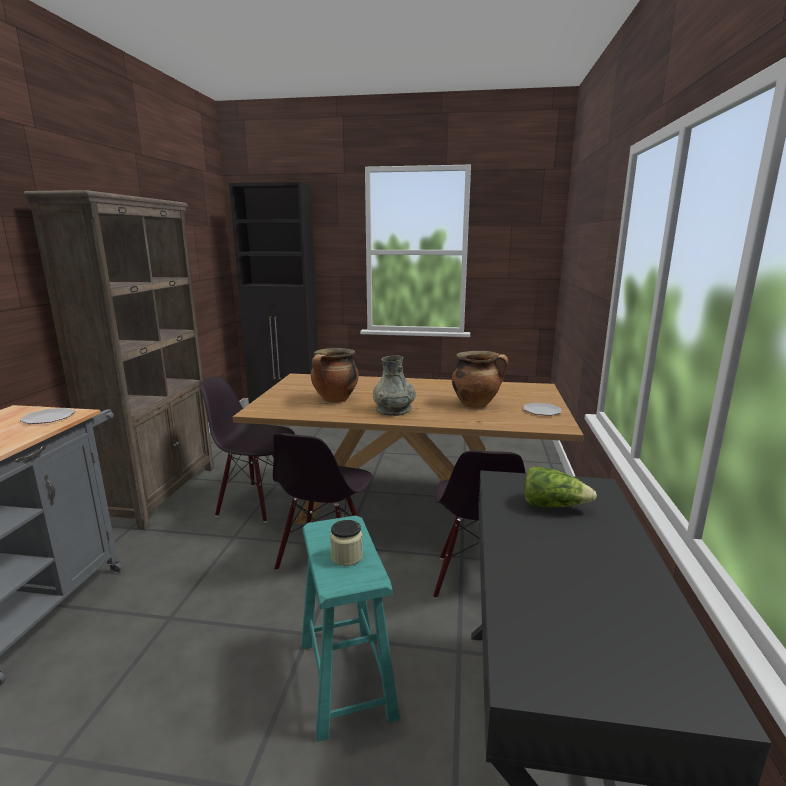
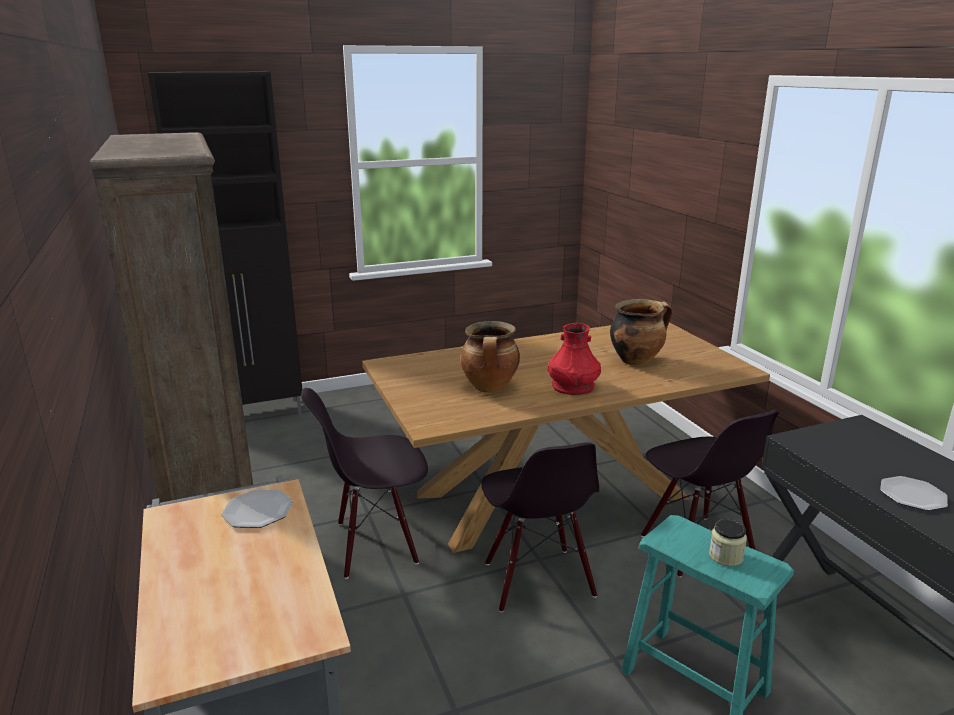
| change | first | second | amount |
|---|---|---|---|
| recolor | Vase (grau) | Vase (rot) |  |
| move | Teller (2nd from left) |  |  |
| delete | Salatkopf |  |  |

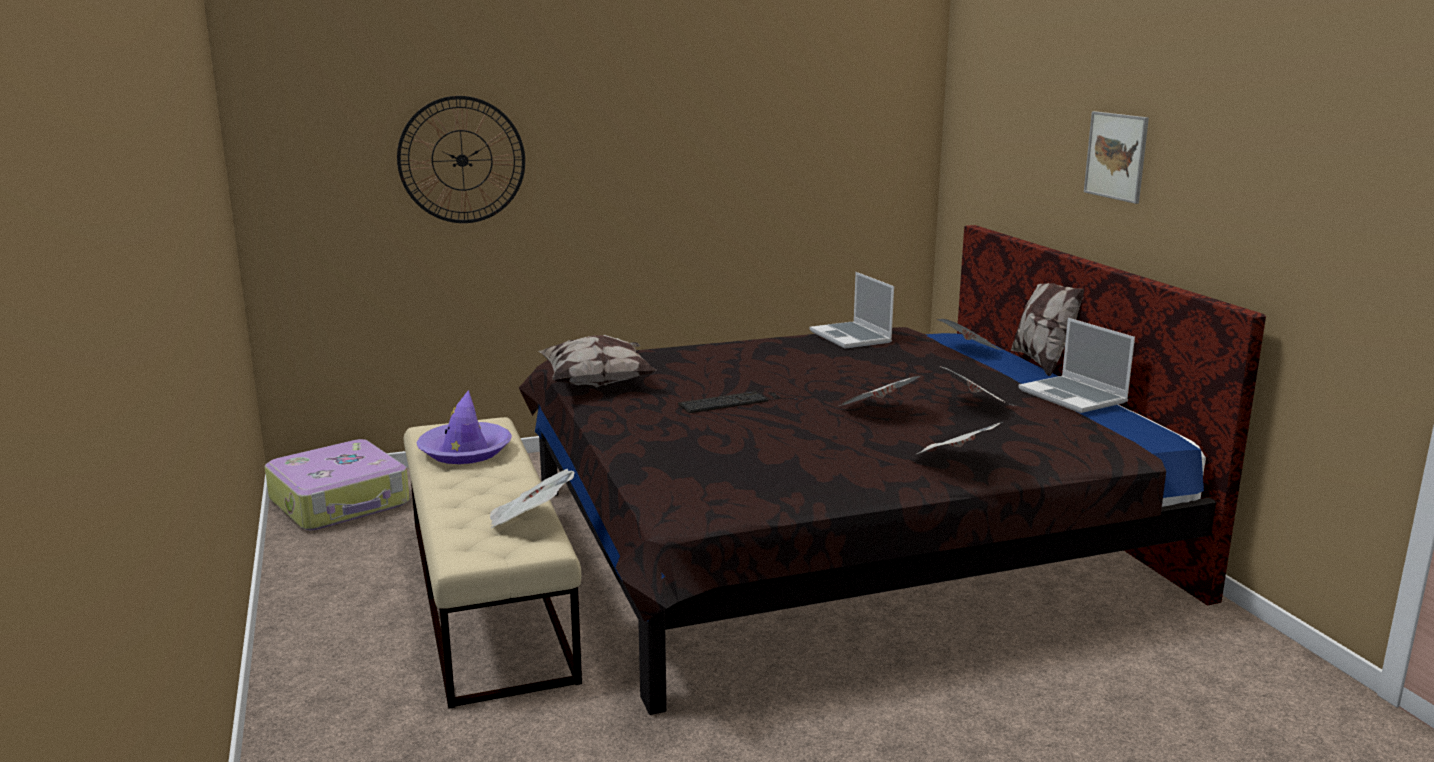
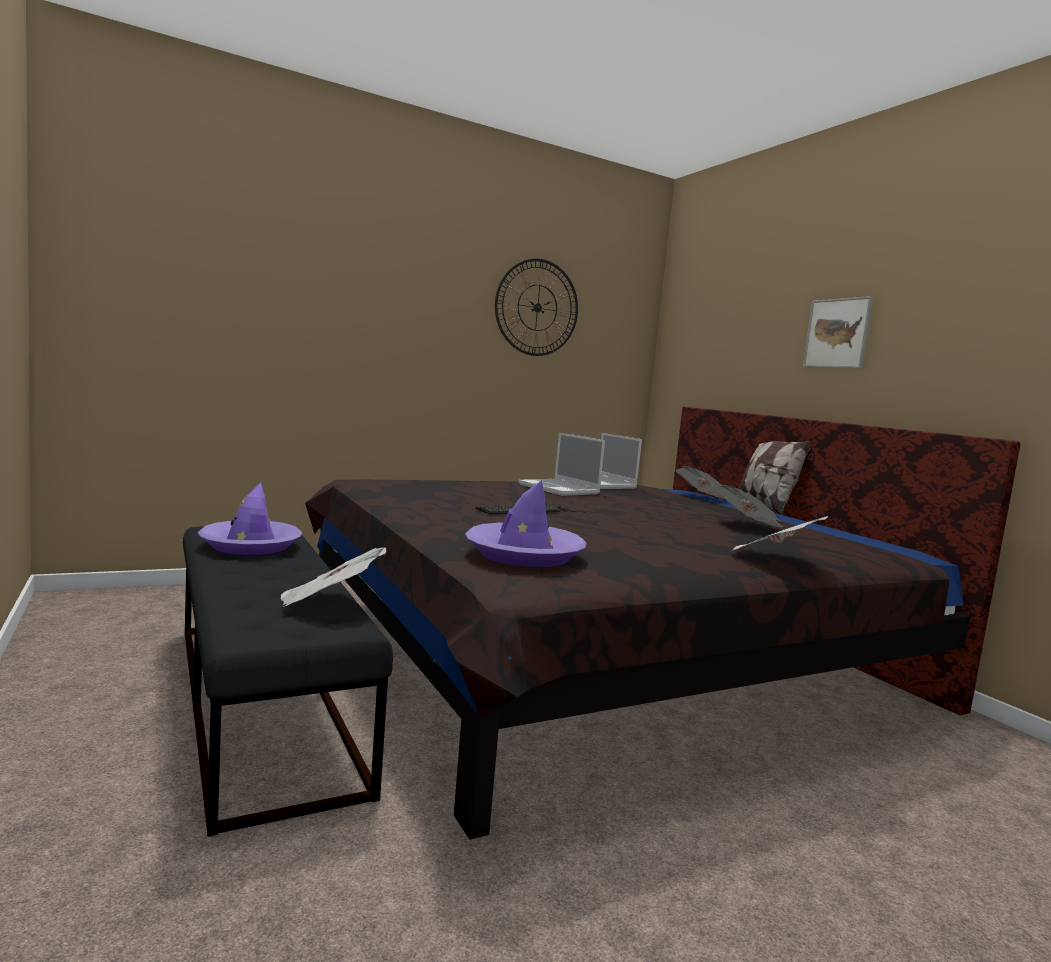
| change | first | second | amount |
|---|---|---|---|
| recolor | Bank (beige) | Bank (schwarz) |  |
| insert |  | Hut (lila) (2nd from left) |  |
| move | Wanduhr |  |  |
| move | Laptop (2nd from left in the first image) | Laptop (1st from left) |  |
| delete | Koffer |  |  |
| delete | Kissen (1st from left) |  |  |
| delete | Zeitung (2nd from left) |  |  |

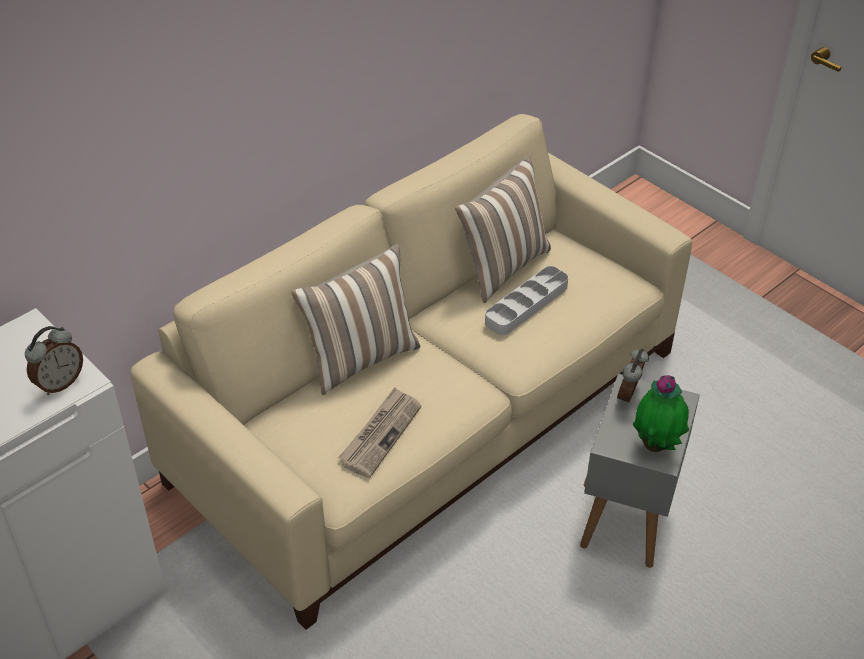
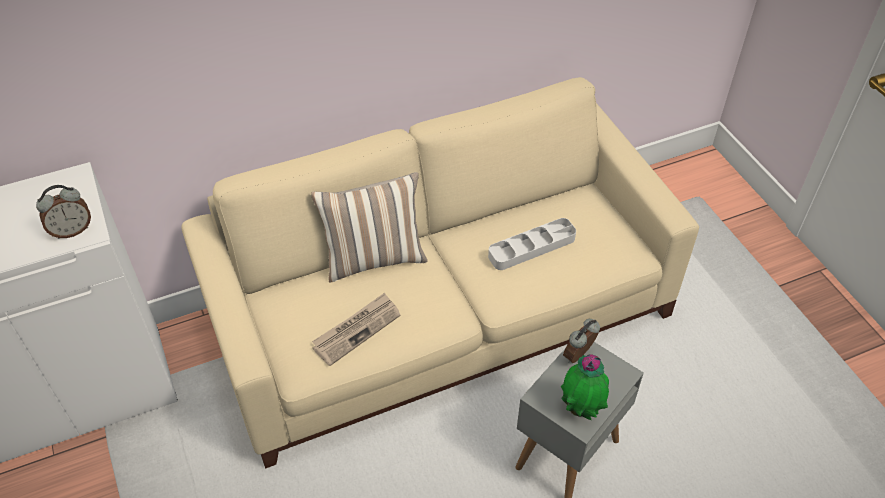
| change | first | second | amount |
|---|---|---|---|
| delete | Kissen (2nd from left) |  |  |

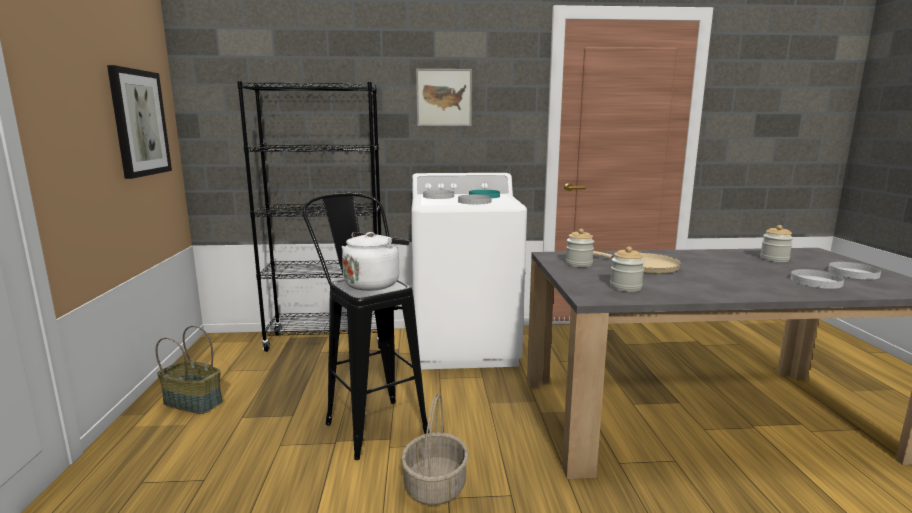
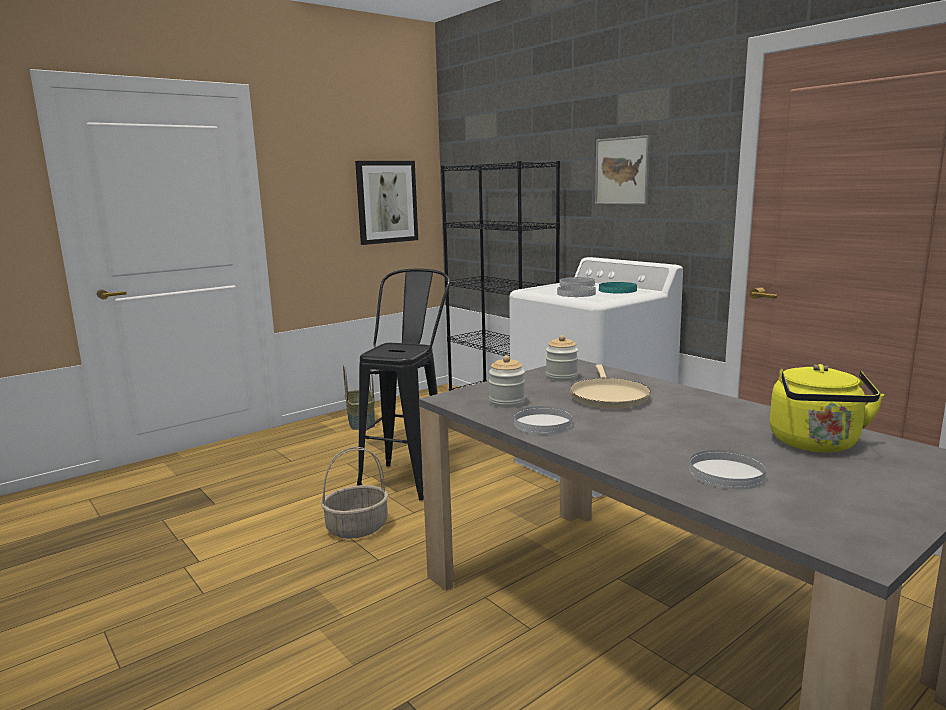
| change | first | second | amount |
|---|---|---|---|
| move | Teller (weiß) (4th from left in the first image) | Teller (weiß) (1st from left) |  |
| replace | Vorratsglas (3rd from left) | Wasserkessel (gelb) |  |
| delete | Wasserkessel (weiß) |  |  |

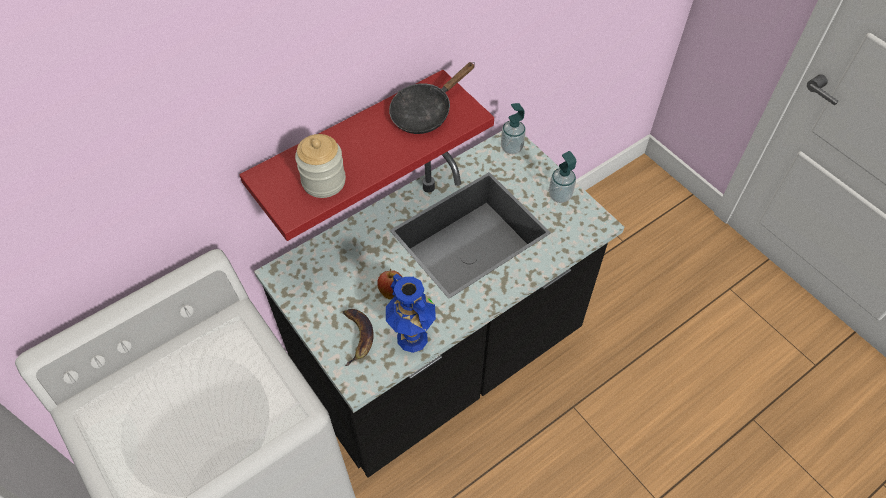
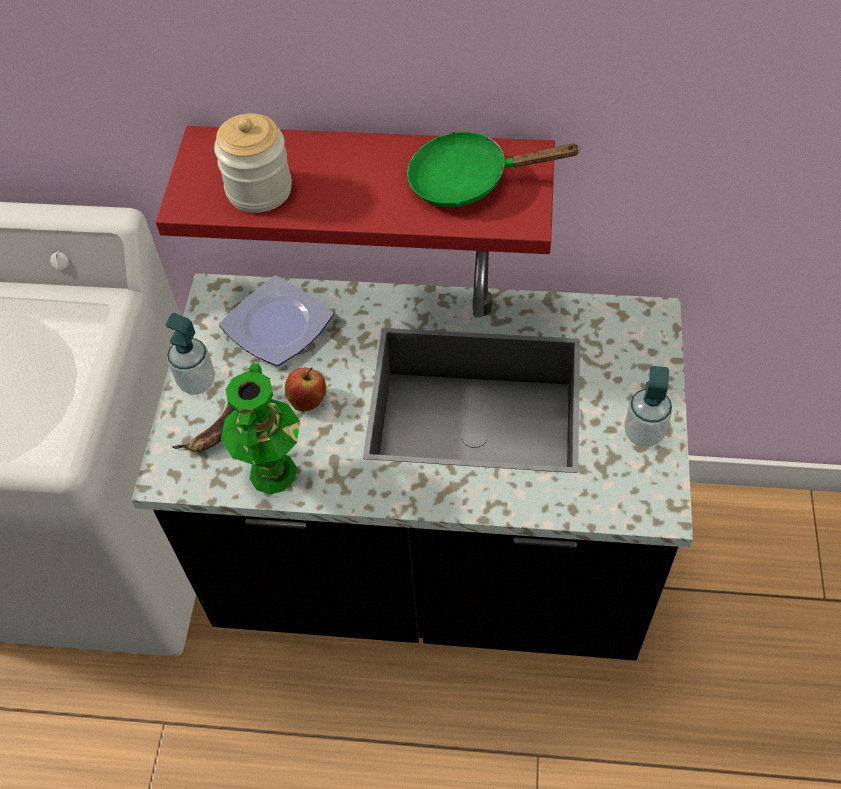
| change | first | second | amount |
|---|---|---|---|
| move | Seifenspender (1st from left) |  |  |
| insert |  | Teller |  |
| recolor | Vase (blau) | Vase (grün) |  |
| recolor | Pfanne (schwarz) | Pfanne (grün) |  |

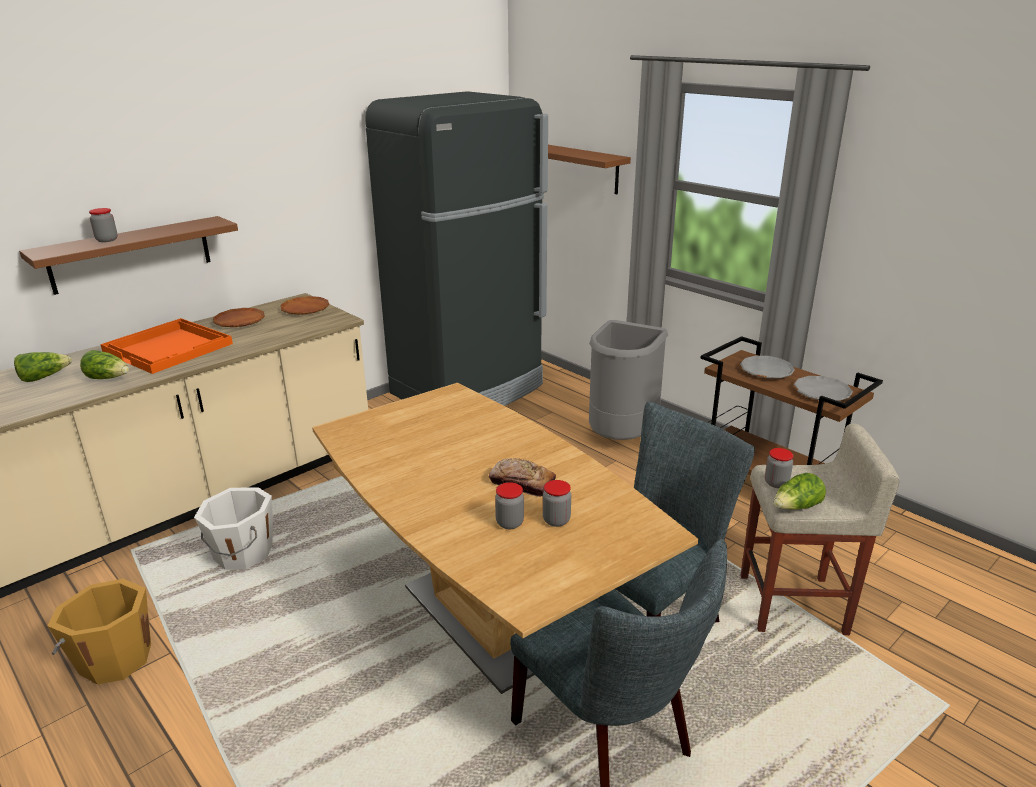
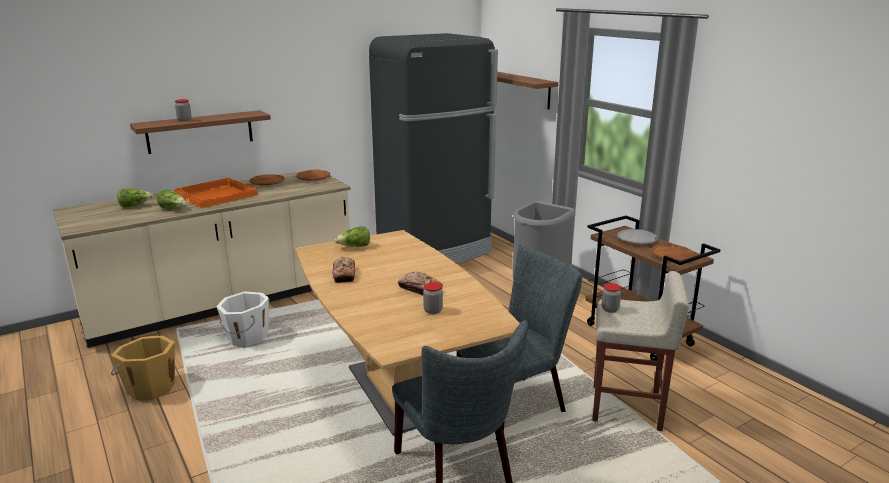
| change | first | second | amount |
|---|---|---|---|
| insert |  | Brot (1st from left) |  |
| move | Salatkopf (3rd from left) |  |  |
| recolor | Teller (grau) (2nd from left) | Teller (braun) (3rd from left) |  |
| delete | Vorratsglas (2nd from left) |  |  |

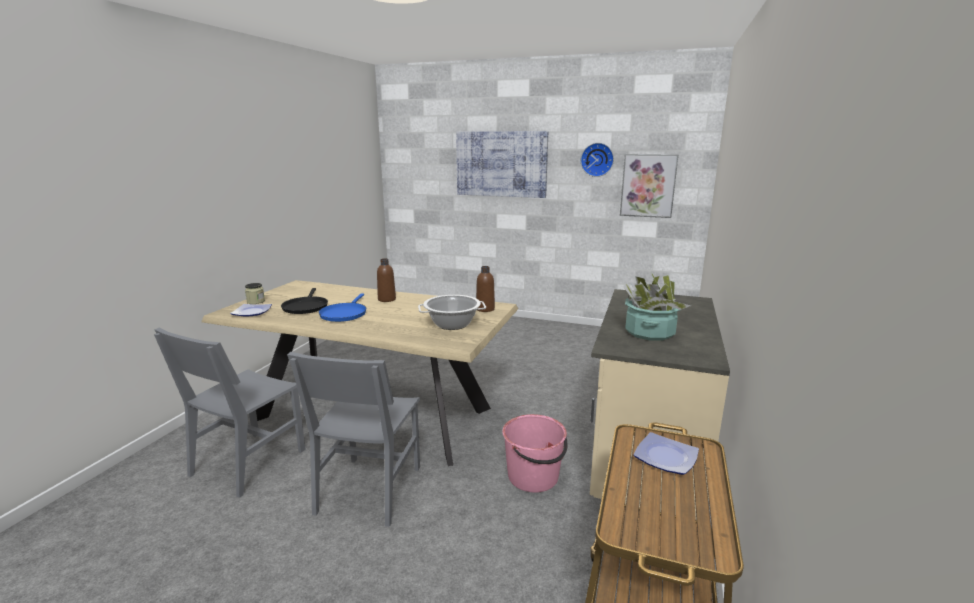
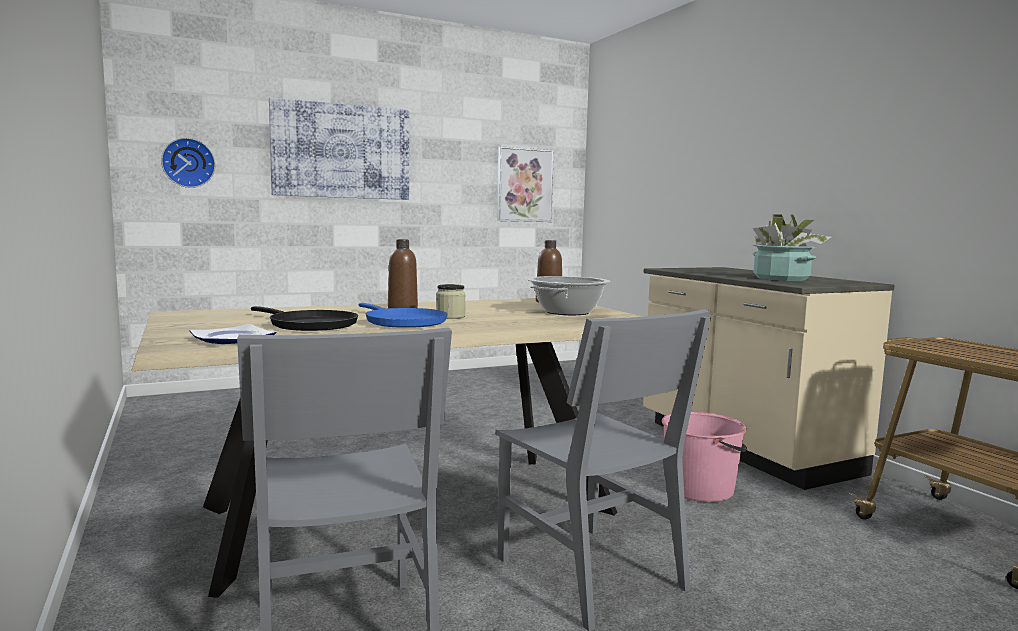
| change | first | second | amount |
|---|---|---|---|
| move | Wanduhr |  |  |
| move | Vorratsglas |  |  |
| delete | Teller (2nd from left) |  |  |

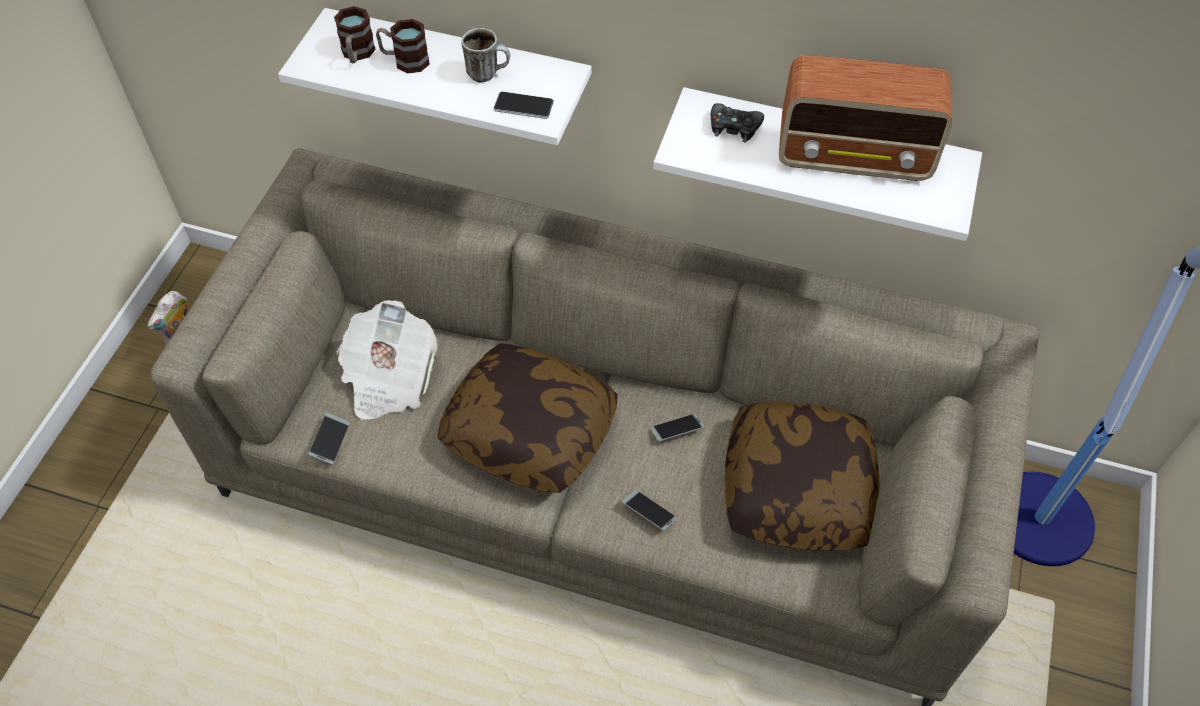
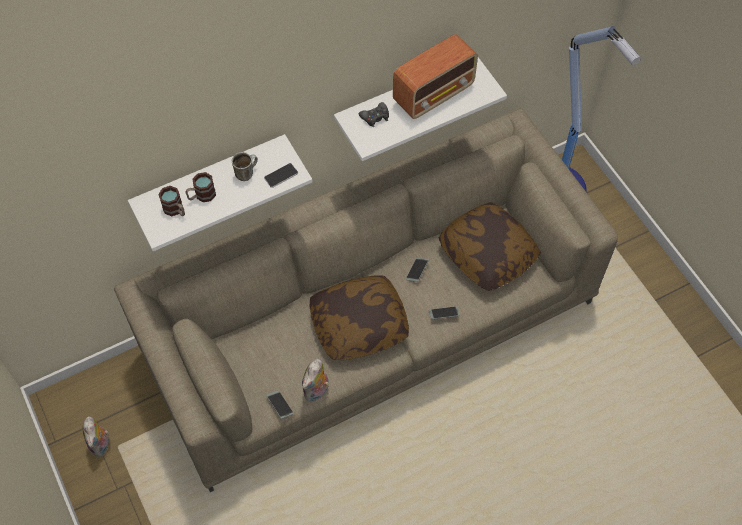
| change | first | second | amount |
|---|---|---|---|
| insert |  | Plüschtier (2nd from left) |  |
| delete | Zeitung |  |  |

